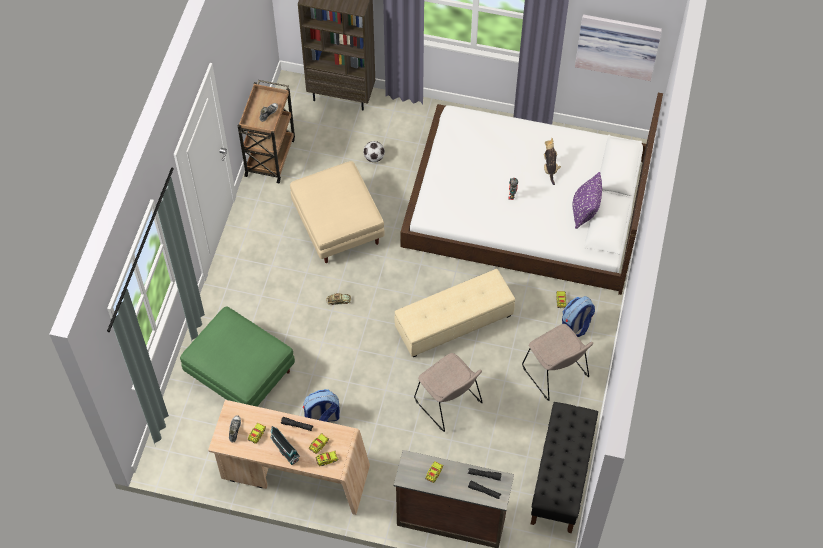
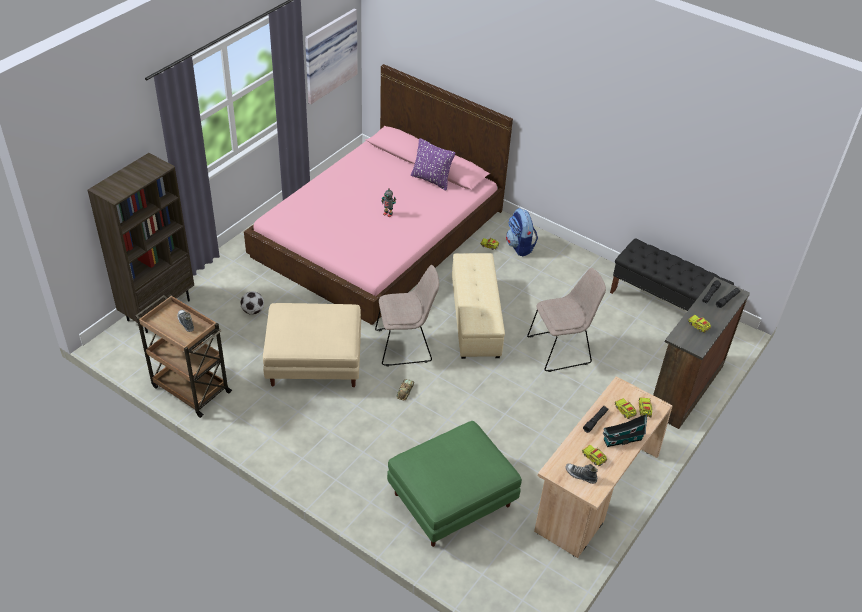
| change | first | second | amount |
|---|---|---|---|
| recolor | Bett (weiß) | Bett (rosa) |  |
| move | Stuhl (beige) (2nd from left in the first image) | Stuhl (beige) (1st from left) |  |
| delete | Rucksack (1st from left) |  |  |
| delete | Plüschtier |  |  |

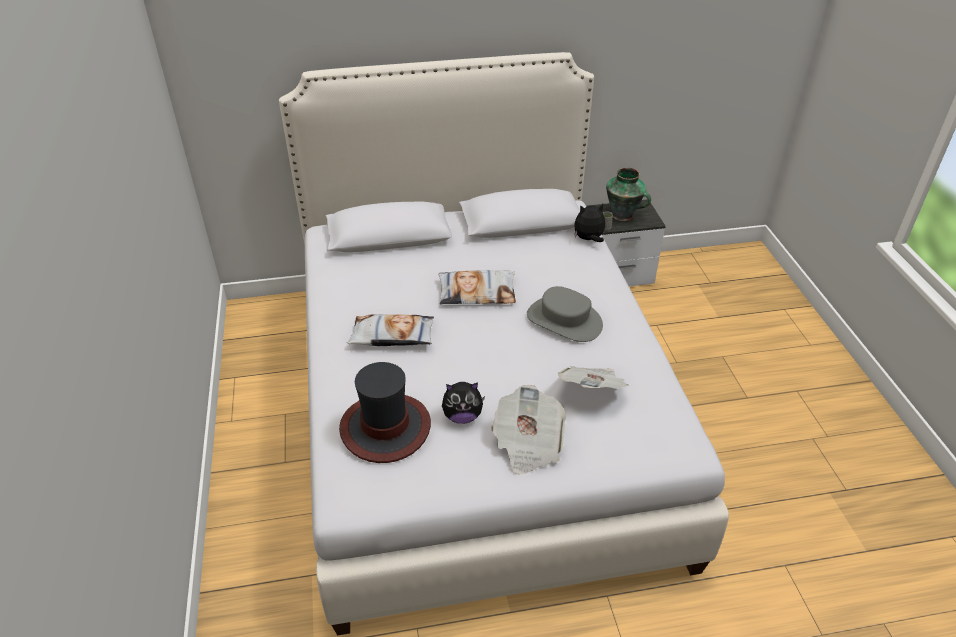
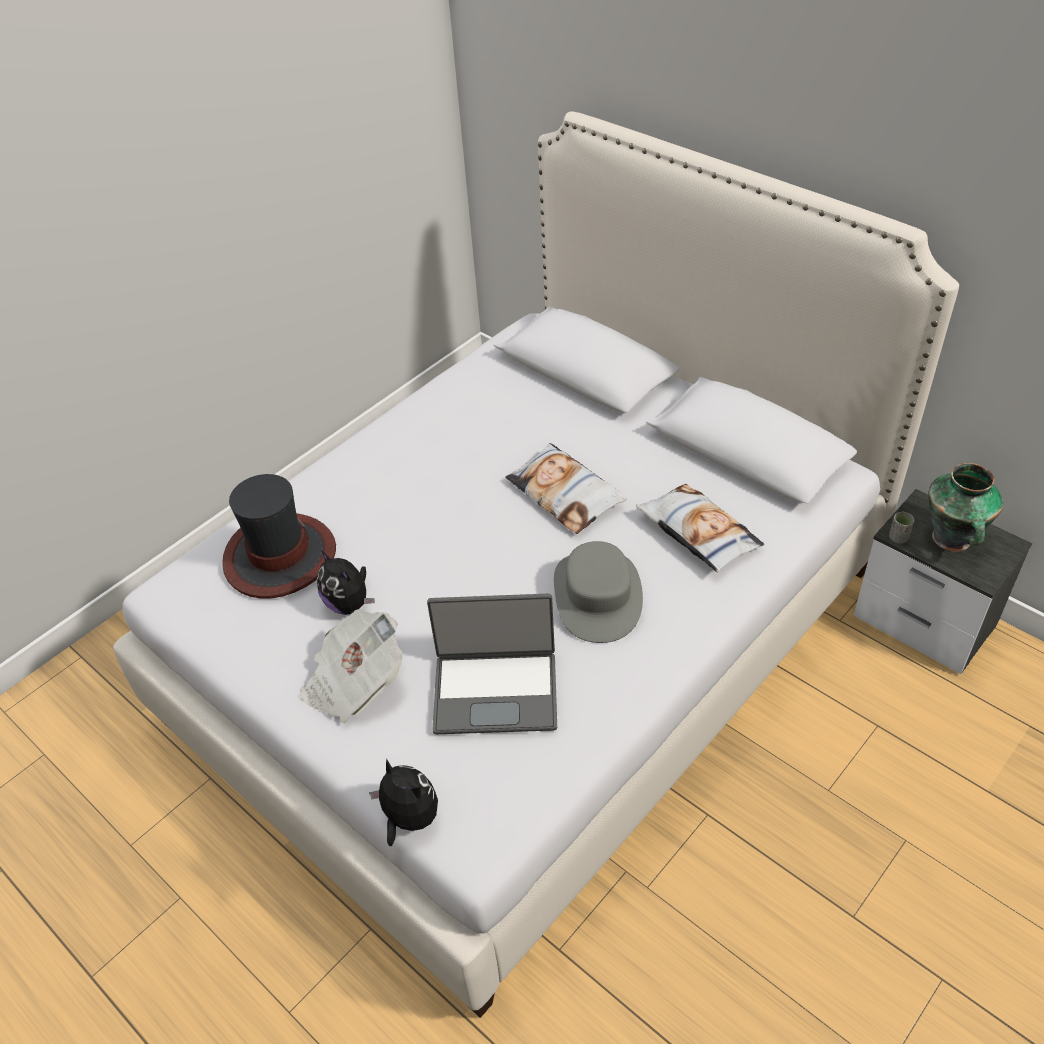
| change | first | second | amount |
|---|---|---|---|
| move | Plüschtier (2nd from left) |  |  |
| replace | Zeitung (2nd from left) | Laptop |  |
| move | Kissen (1st from left in the first image) | Kissen (2nd from left) |  |

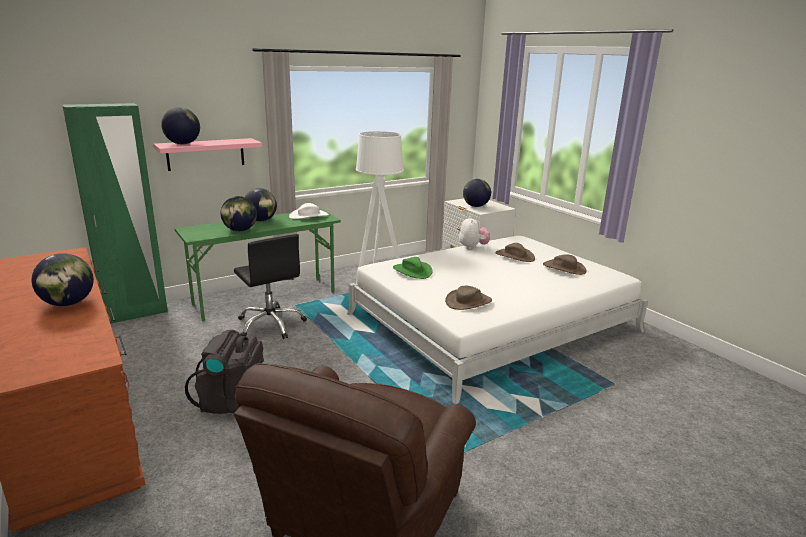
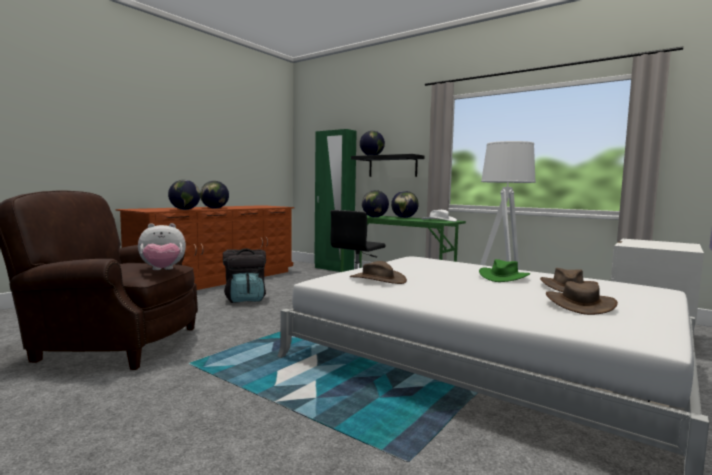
| change | first | second | amount |
|---|---|---|---|
| move | Plüschtier |  |  |
| move | Globus (5th from left in the first image) | Globus (1st from left) |  |
| recolor | Wandregal (rosa) | Wandregal (schwarz) |  |
| move | Hut (grün) |  |  |

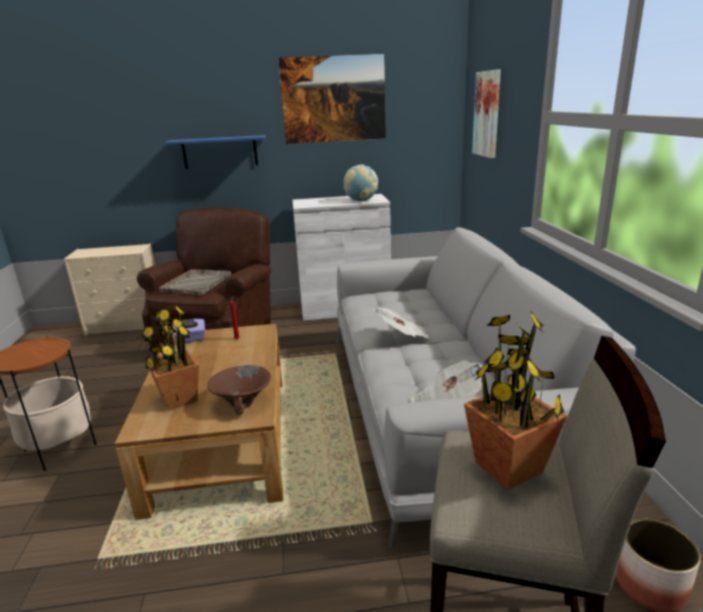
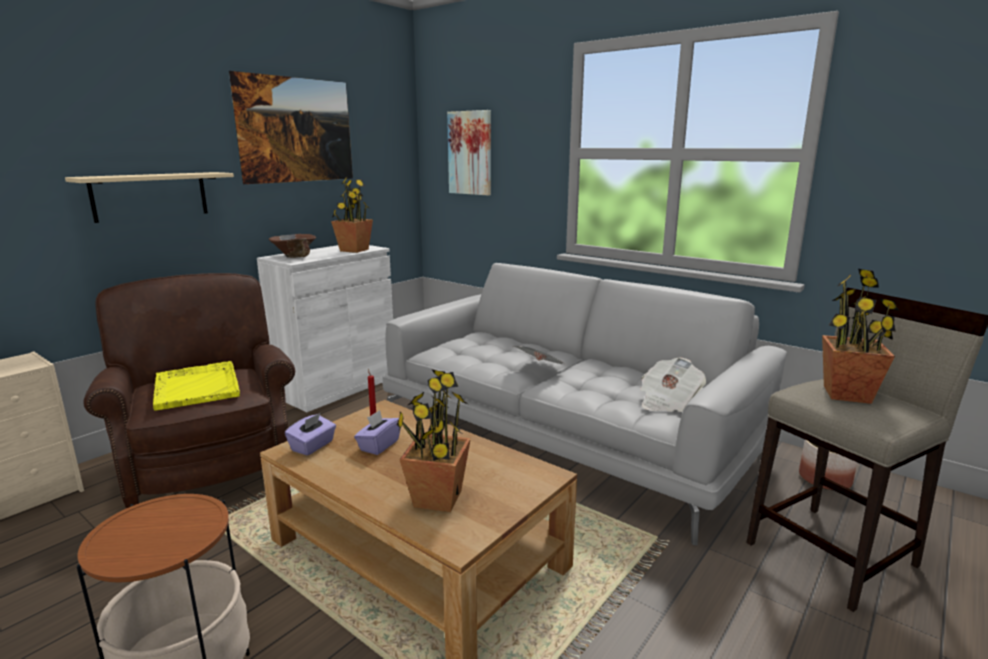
| change | first | second | amount |
|---|---|---|---|
| recolor | Wandregal (blau) | Wandregal (beige) |  |
| recolor | Tablett (grau) | Tablett (gelb) |  |
| move | Schüssel (braun) |  |  |
| replace | Globus | Topfpflanze (1st from left) |  |
| insert |  | Taschentuchbox (lila) (2nd from left) |  |

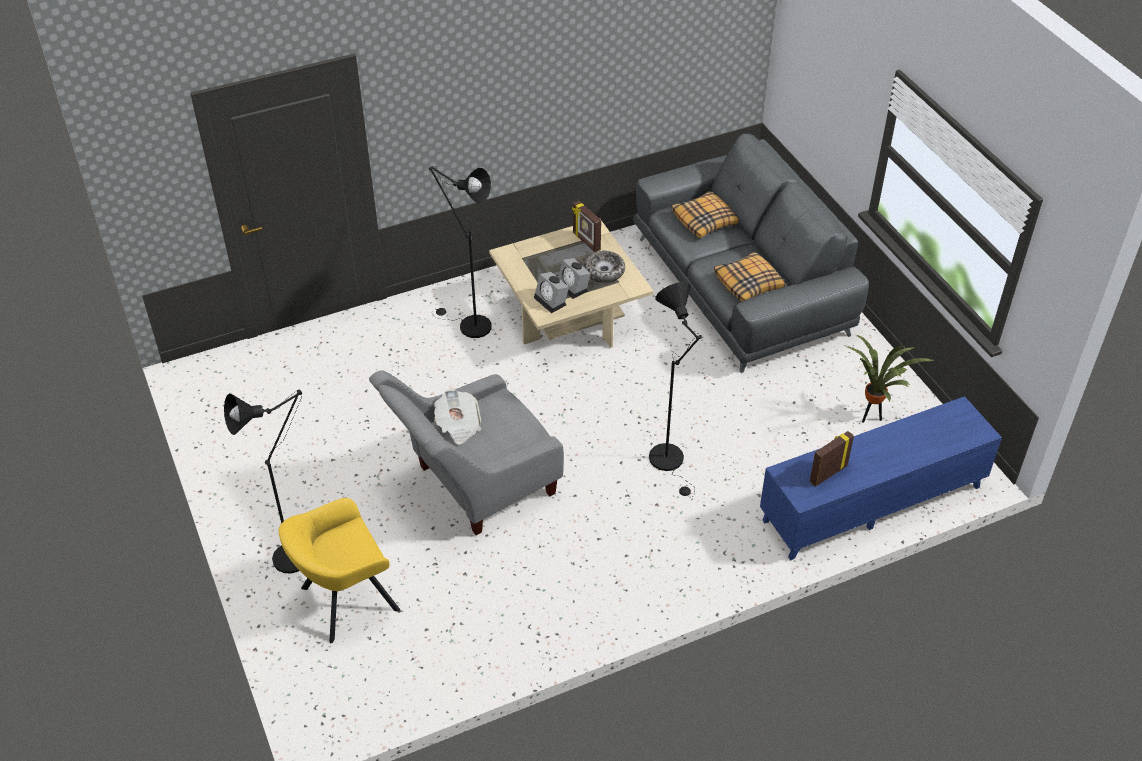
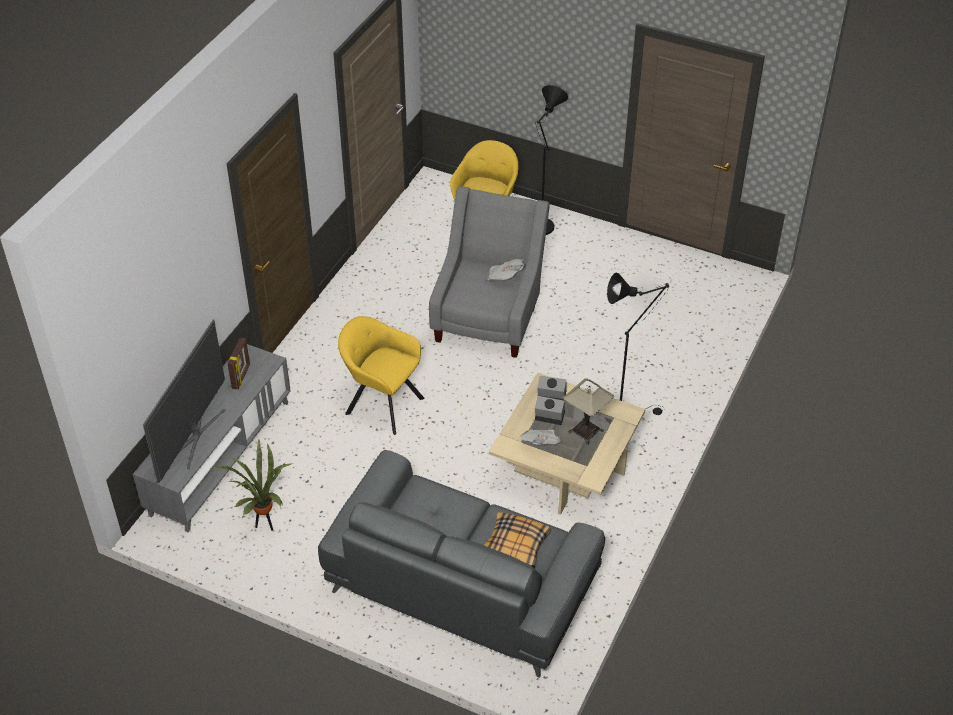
| change | first | second | amount |
|---|---|---|---|
| recolor | Fernsehschrank (blau) | Fernsehschrank (grau) |  |
| insert |  | Fernseher |  |
| replace | Stehlampe (schwarz) (3rd from left) | Sessel (gelb) (1st from left) |  |
| replace | Schüssel | Zeitung (2nd from left) |  |
| insert |  | Tischlampe |  |
| delete | Bilderrahmen (1st from left) |  |  |
| delete | Kissen (2nd from left) |  |  |

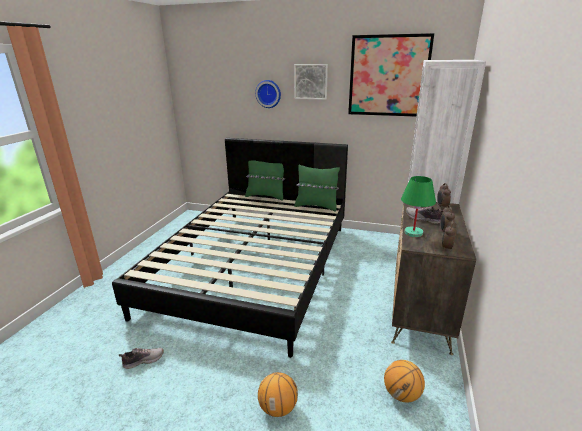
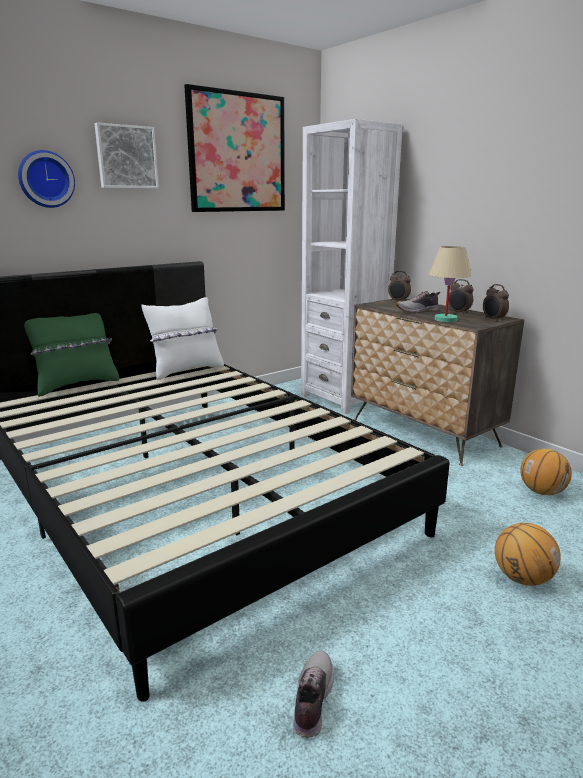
| change | first | second | amount |
|---|---|---|---|
| recolor | Kissen (grün) (2nd from left) | Kissen (weiß) |  |
| recolor | Tischlampe (grün) | Tischlampe (beige) |  |

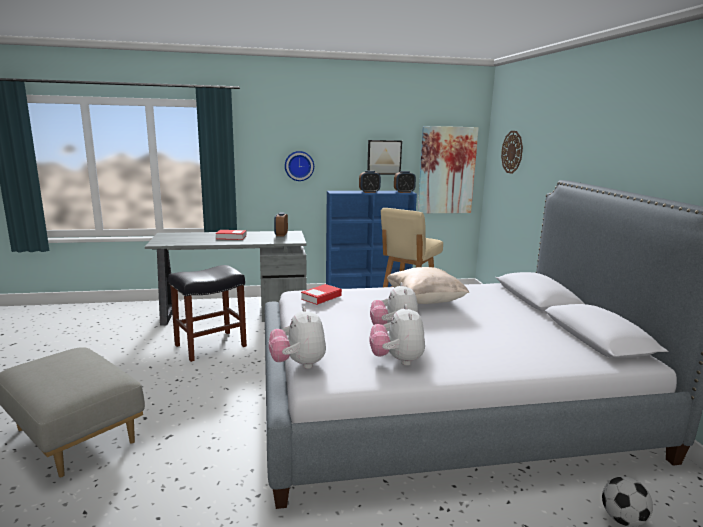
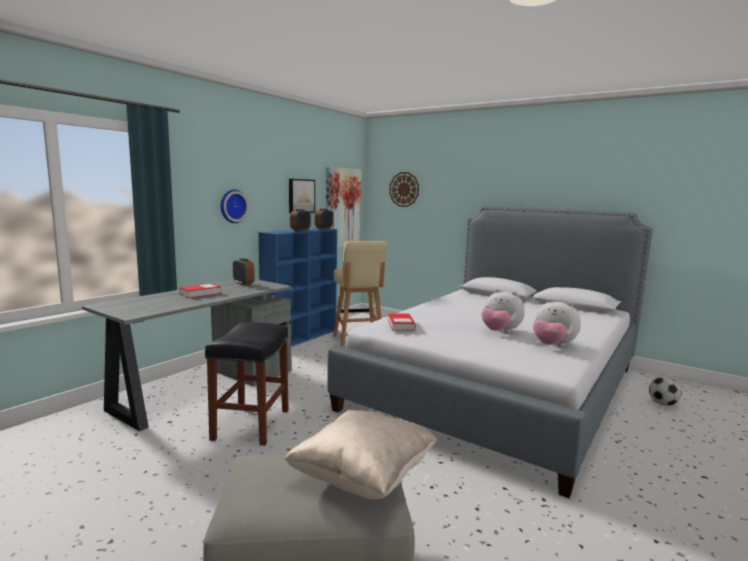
| change | first | second | amount |
|---|---|---|---|
| move | Kissen (beige) |  |  |
| delete | Plüschtier (1st from left) |  |  |

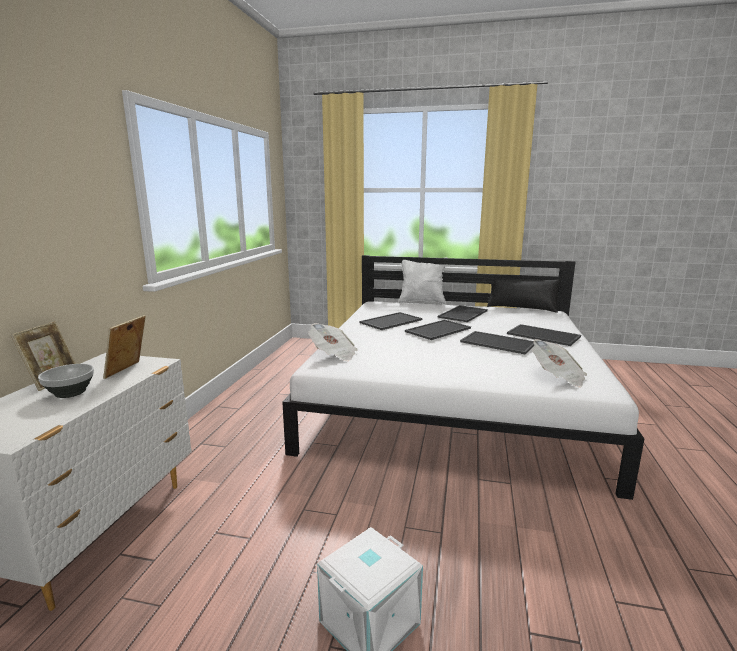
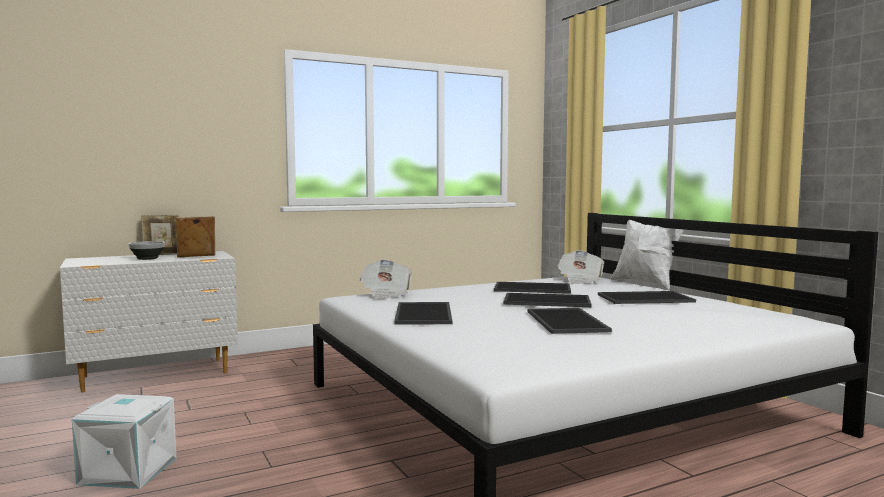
| change | first | second | amount |
|---|---|---|---|
| move | Tablett (5th from left in the first image) | Tablett (1st from left) |  |
| move | Zeitung (2nd from left) |  |  |
| delete | Kissen (schwarz) |  |  |

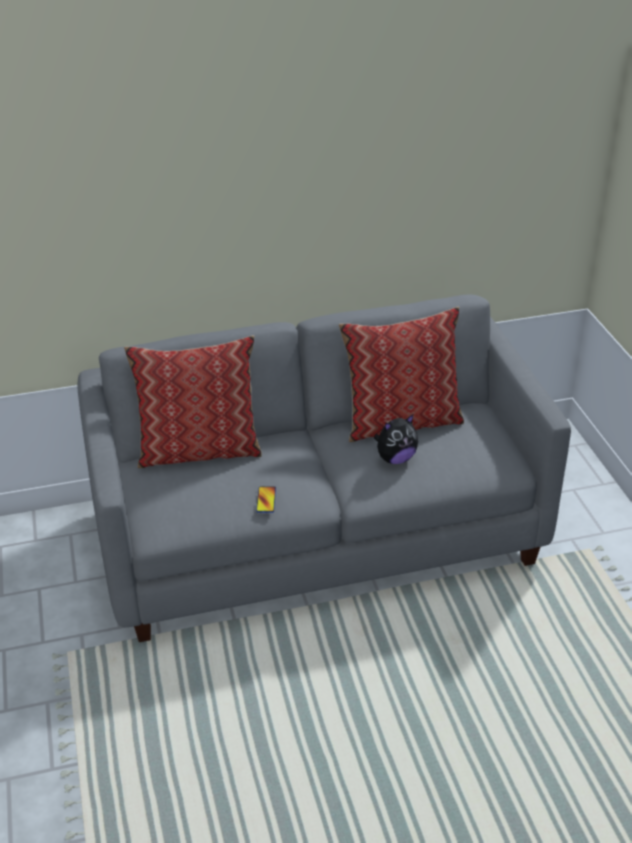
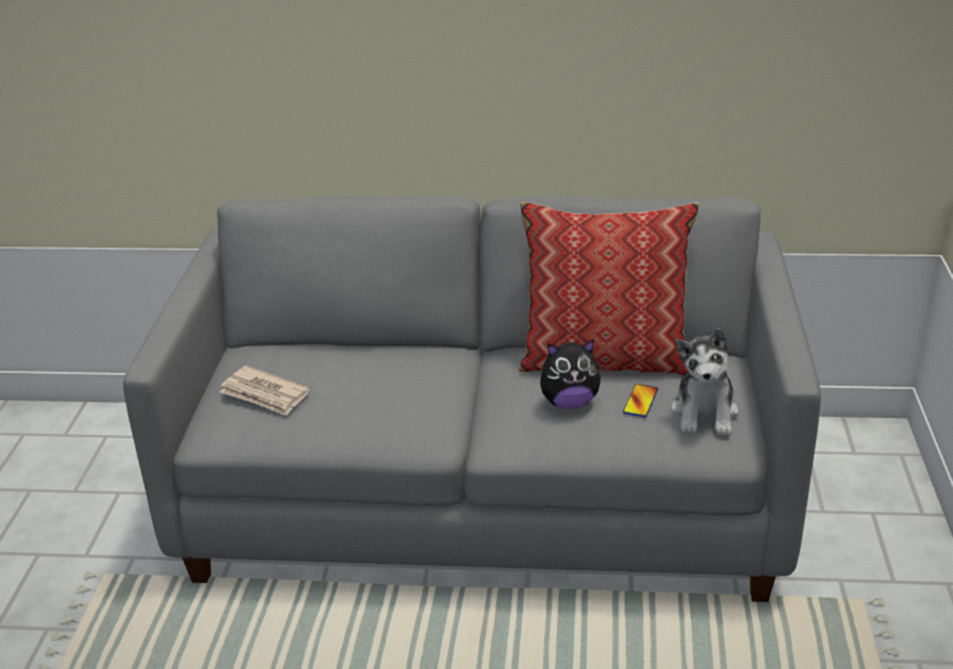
| change | first | second | amount |
|---|---|---|---|
| insert |  | Zeitung |  |
| move | Handy |  |  |
| insert |  | Plüschtier (2nd from left) |  |
| delete | Kissen (1st from left) |  |  |

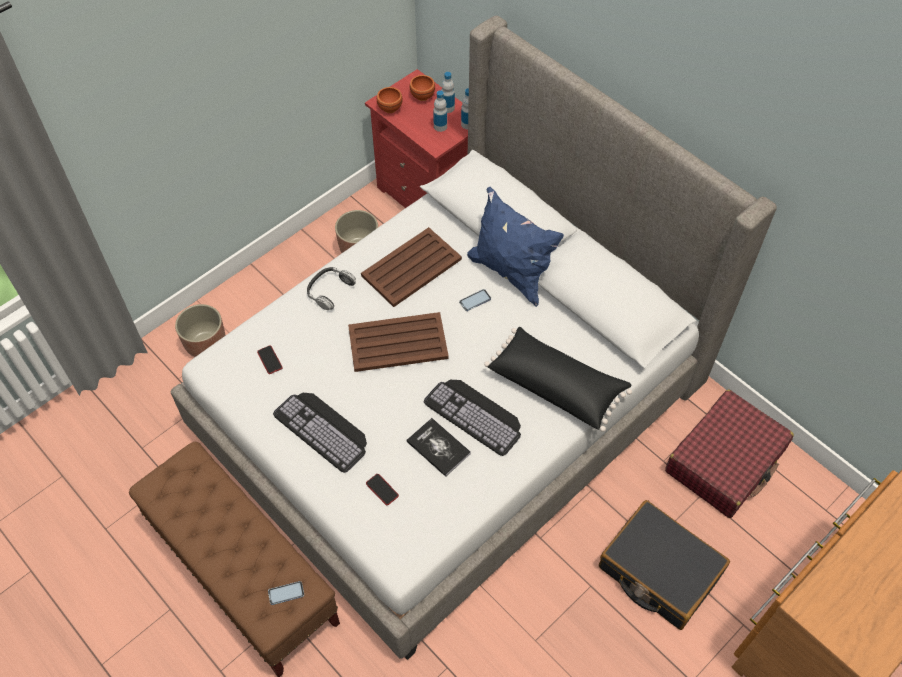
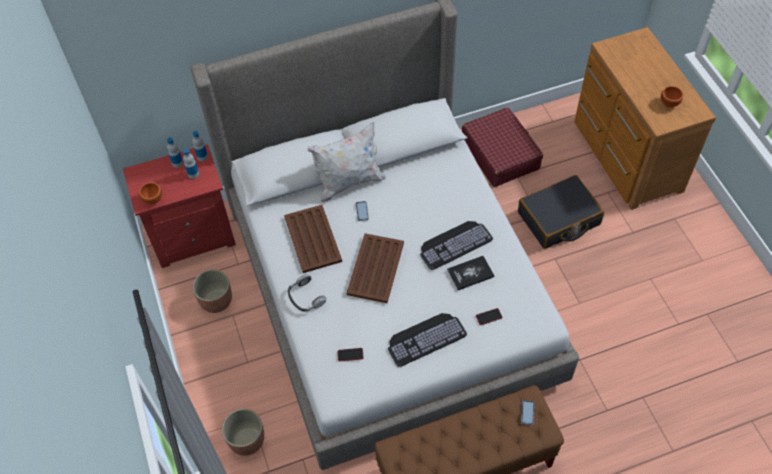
| change | first | second | amount |
|---|---|---|---|
| recolor | Kissen (blau) | Kissen (weiß) |  |
| move | Schüssel (braun) (2nd from left) |  |  |
| delete | Kissen (schwarz) |  |  |

